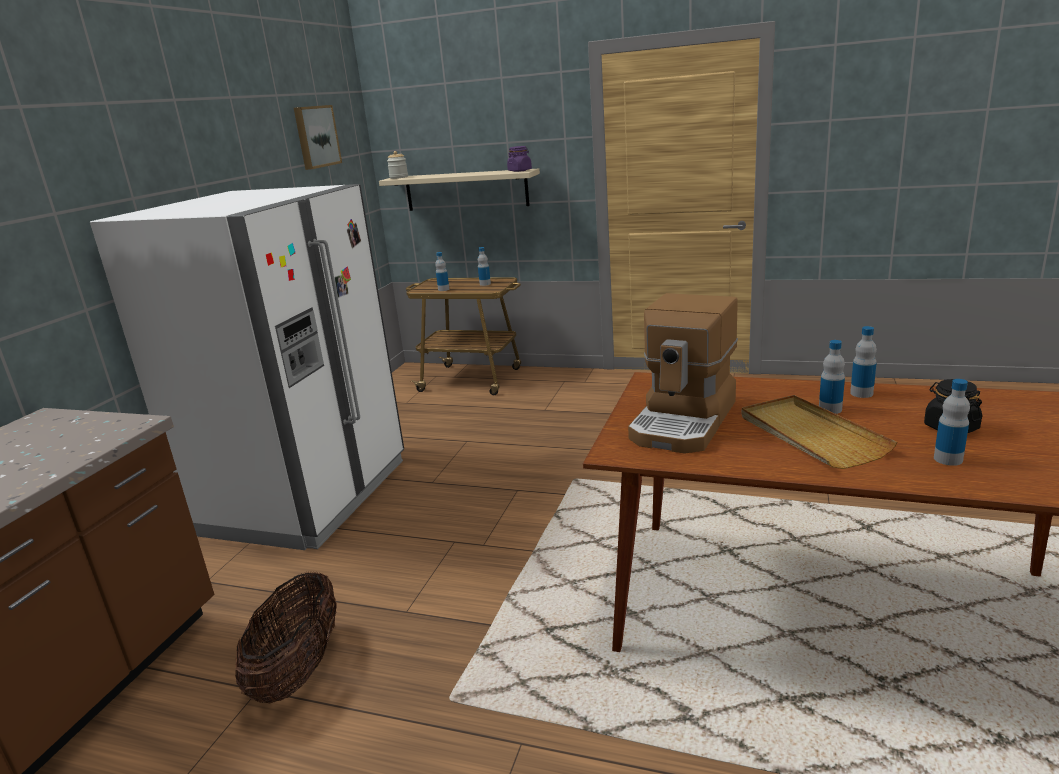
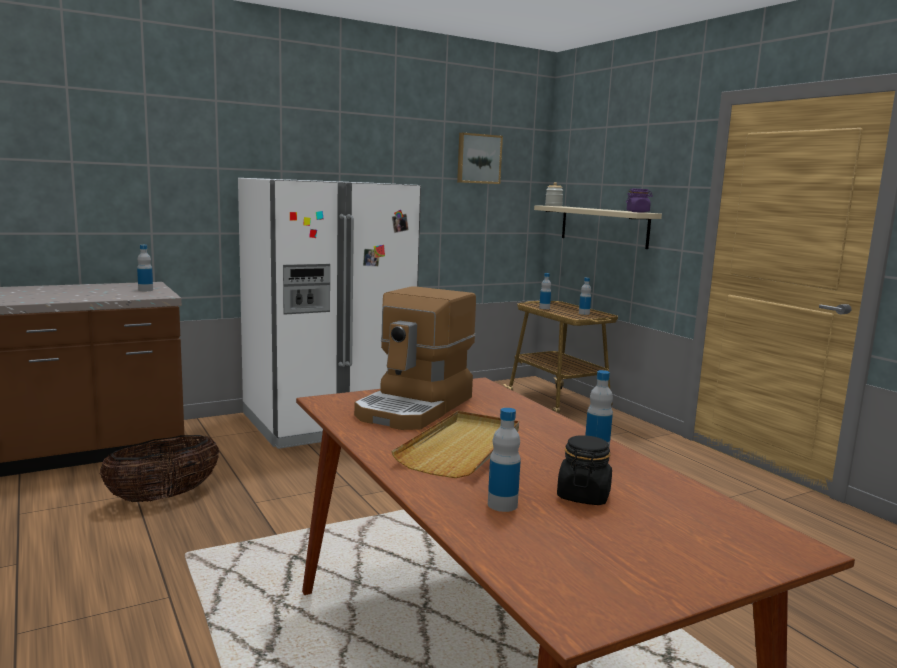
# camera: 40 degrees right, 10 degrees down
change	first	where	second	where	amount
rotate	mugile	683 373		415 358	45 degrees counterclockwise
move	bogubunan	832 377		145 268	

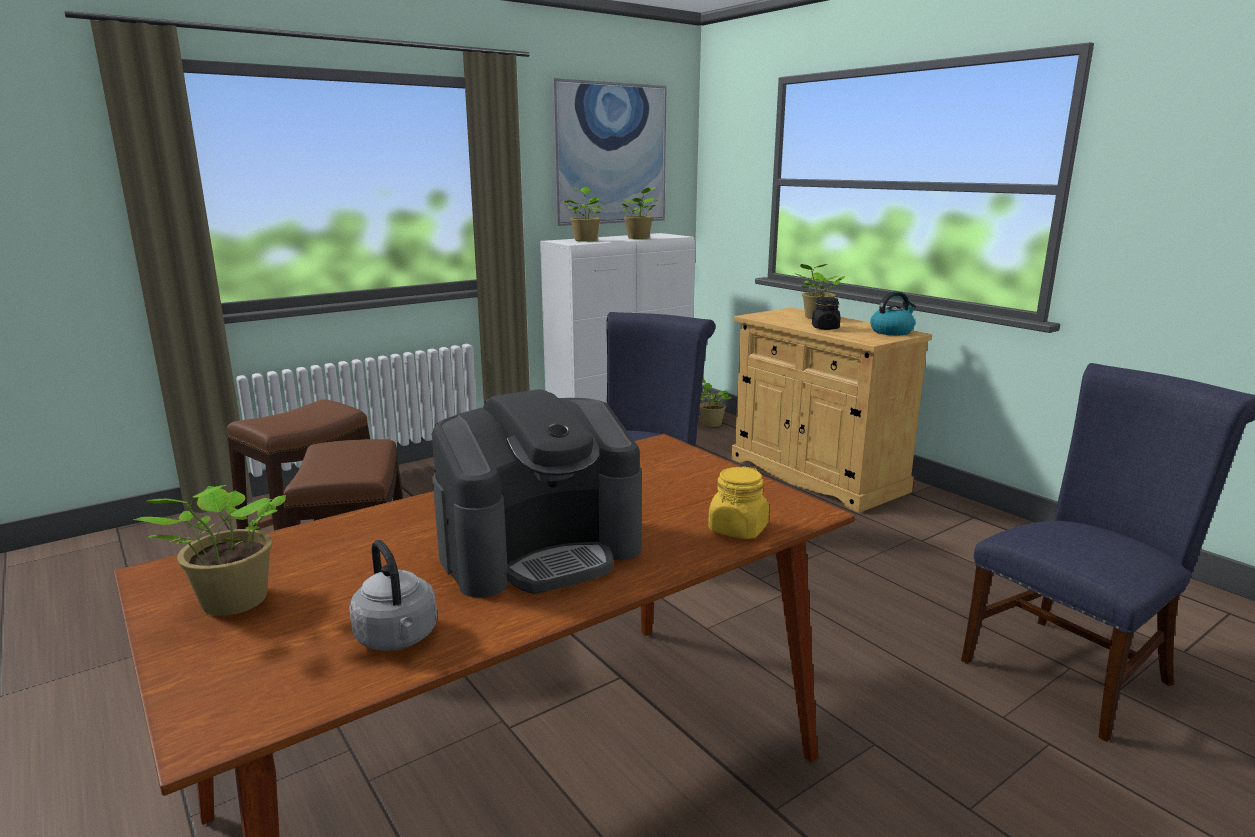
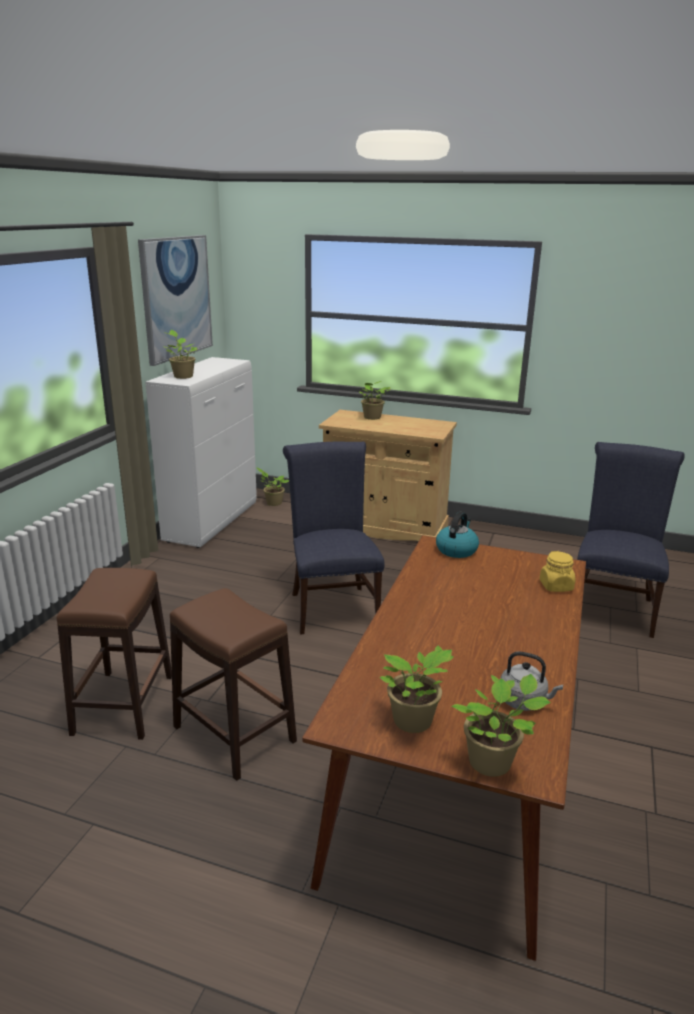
# camera: 35 degrees left, 5 degrees up
change	first	where	second	where	amount
move	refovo	640 213		501 725	
move	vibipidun	893 313		457 535	
delete	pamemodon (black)	826 313			
delete	mugile	537 493			

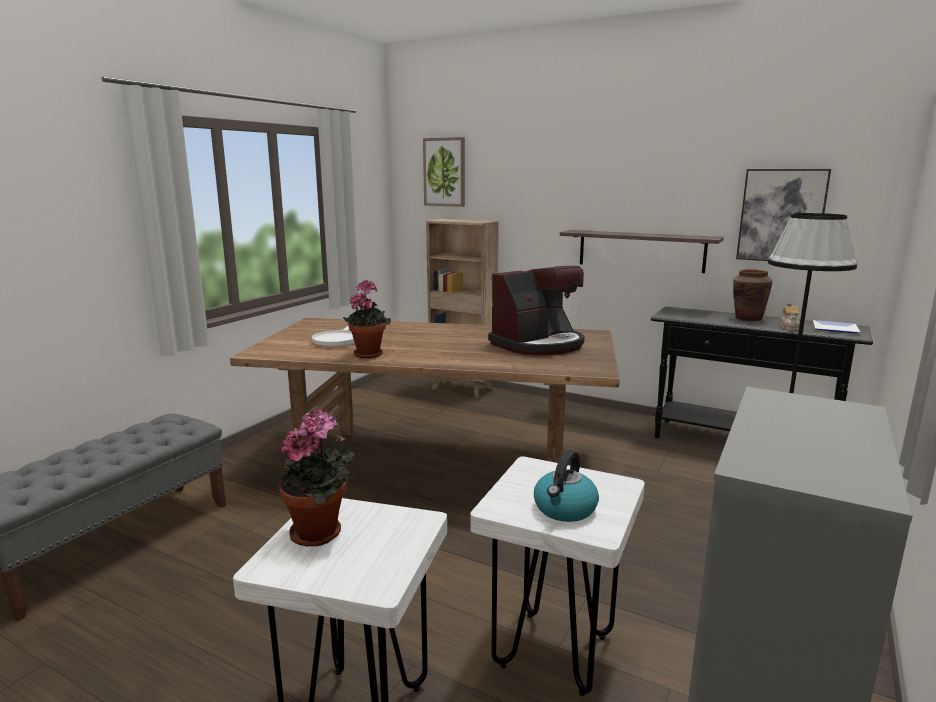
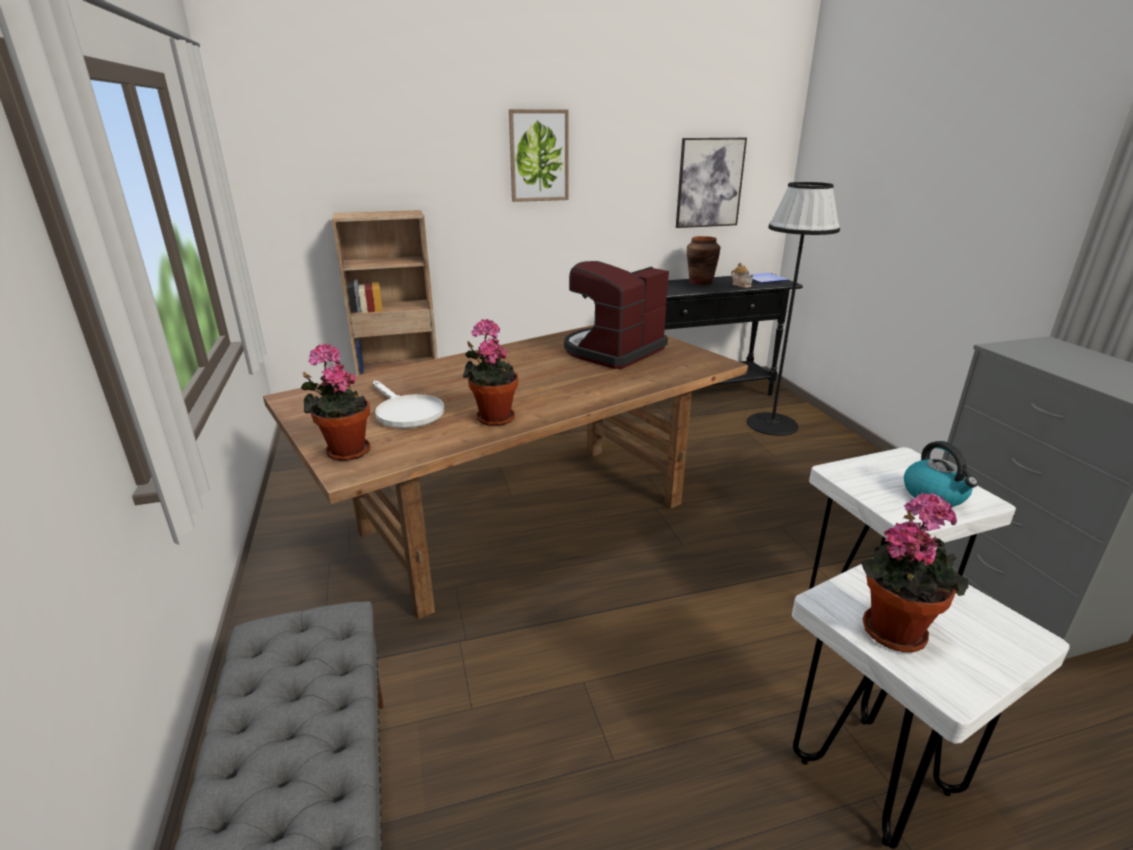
# camera: 45 degrees left, 10 degrees up
change	first	where	second	where	amount
move	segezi	444 172		539 155	
delete	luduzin	642 251			
rotate	mugile	536 311		616 315	150 degrees counterclockwise
insert			refovo	336 402	

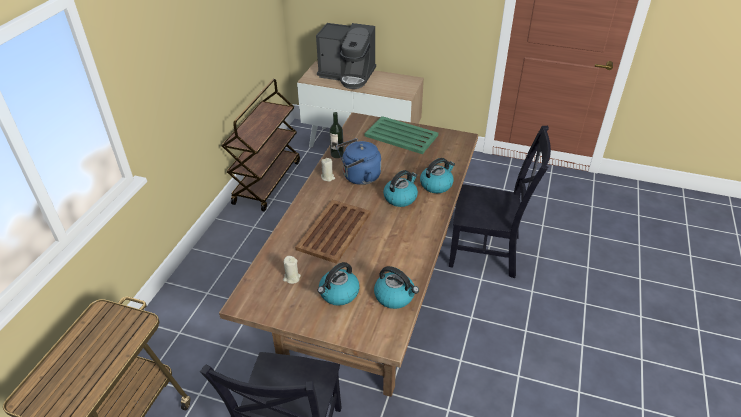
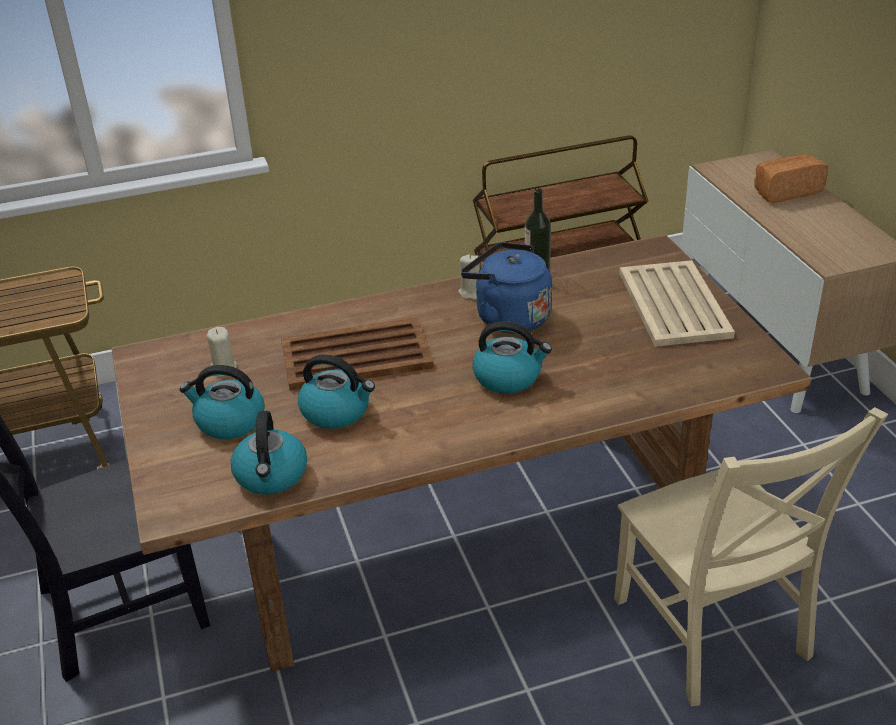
# camera: 55 degrees right, 5 degrees down
change	first	where	second	where	amount
replace	mugile	346 56	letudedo	791 178	
recolor	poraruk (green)	401 135	poraruk (beige)	677 303	
recolor	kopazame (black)	500 202	kopazame (beige)	751 556	
move	vibipidun	437 175		336 391	

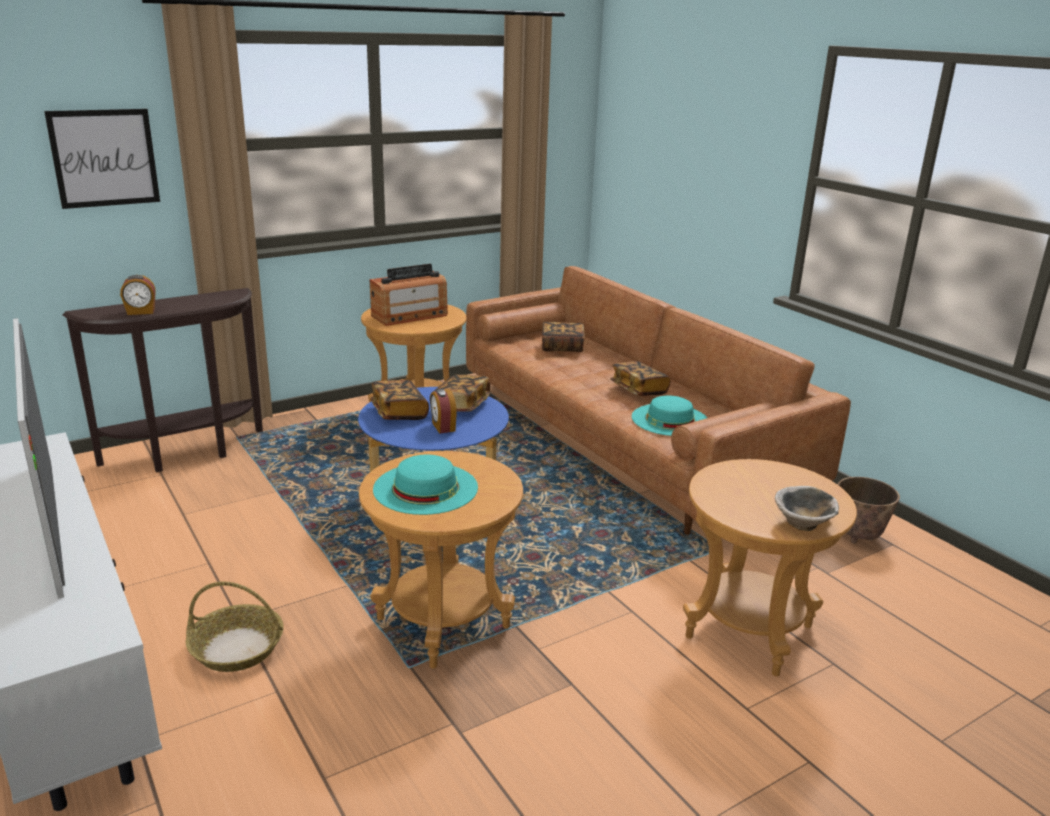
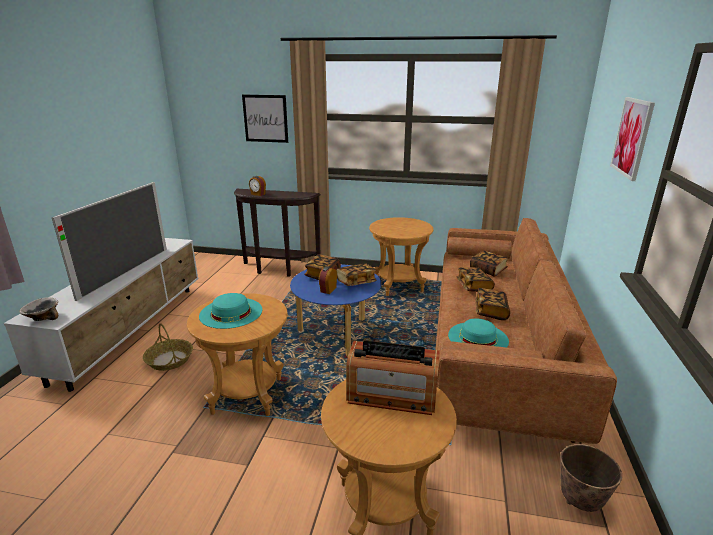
# camera: 45 degrees right, 0 degrees up
change	first	where	second	where	amount
move	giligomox	409 295		393 377	
move	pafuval	807 508		38 309	
insert			segezi	632 139	
insert			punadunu	476 279	

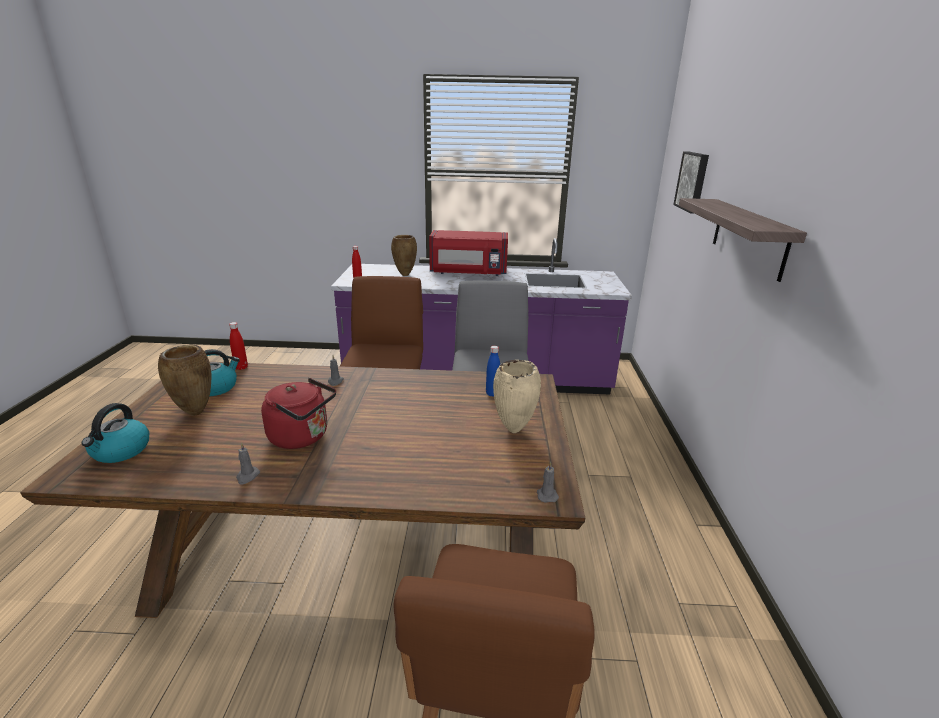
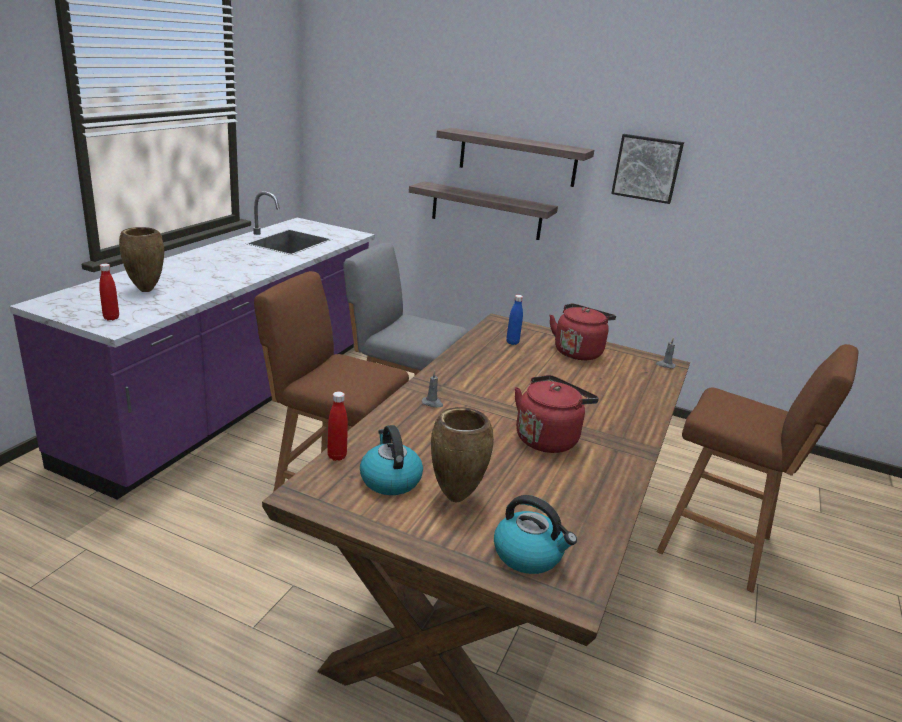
# camera: 70 degrees left, 0 degrees up
change	first	where	second	where	amount
move	segezi	691 182		647 169	
delete	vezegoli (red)	468 253			
replace	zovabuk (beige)	517 396	vibipidun (red)	582 331	
delete	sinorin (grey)	248 463			
insert			luduzin	483 210	

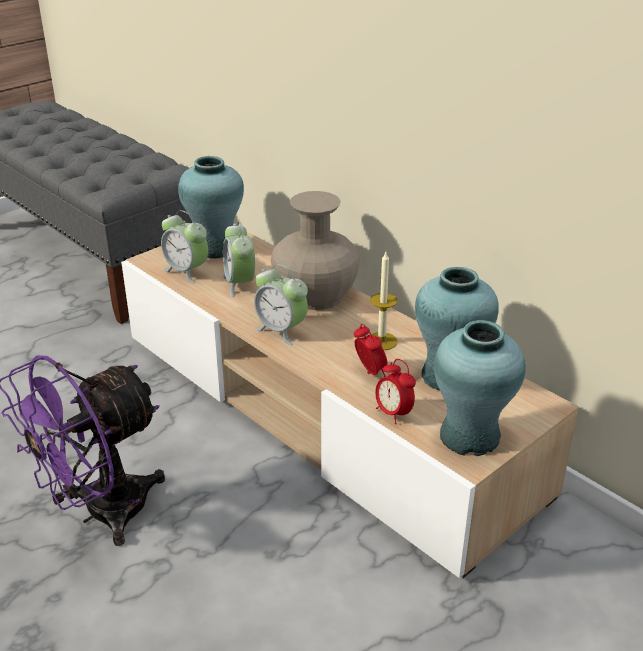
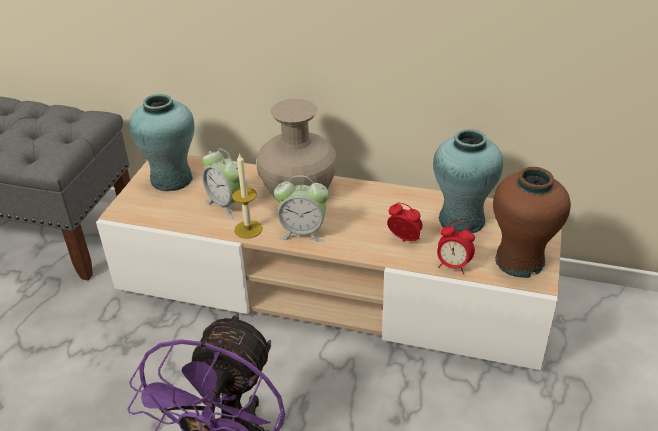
# camera: 30 degrees left, 5 degrees up
change	first	where	second	where	amount
delete	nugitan	184 246			
move	sinorin	384 301		247 195	
recolor	zovabuk (turquoise)	480 388	zovabuk (brown)	532 222	

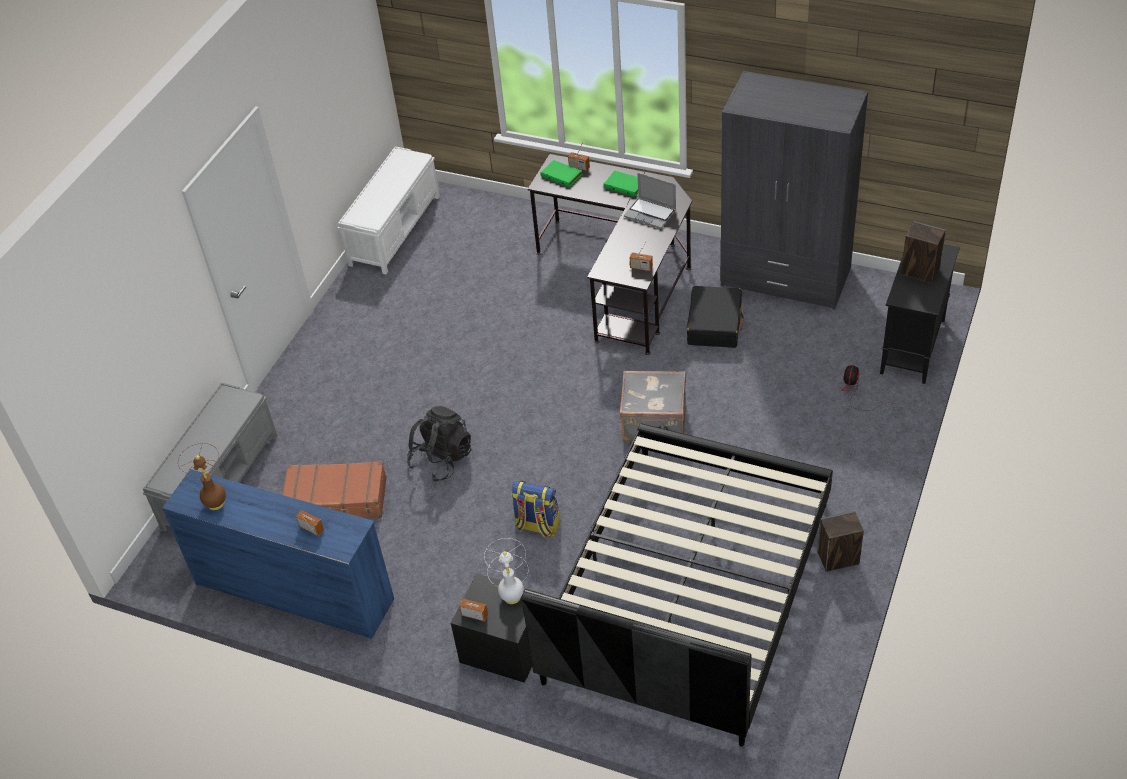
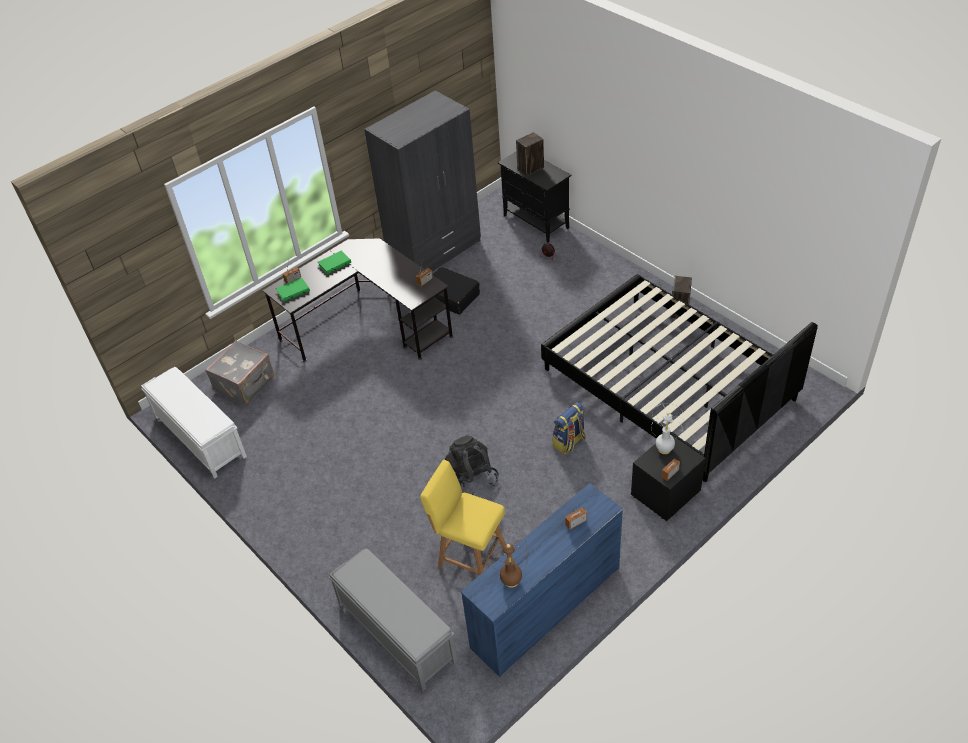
# camera: 65 degrees left, 0 degrees up
change	first	where	second	where	amount
delete	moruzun	650 201			
move	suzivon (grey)	653 406		239 372	
replace	suzivon (brown)	334 490	kopazame (yellow)	463 518	

